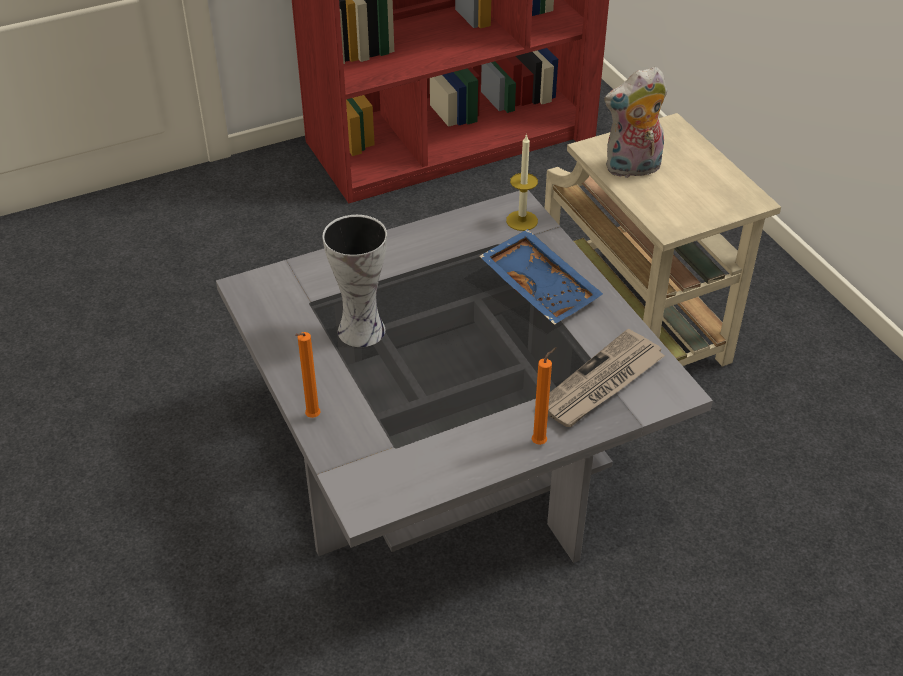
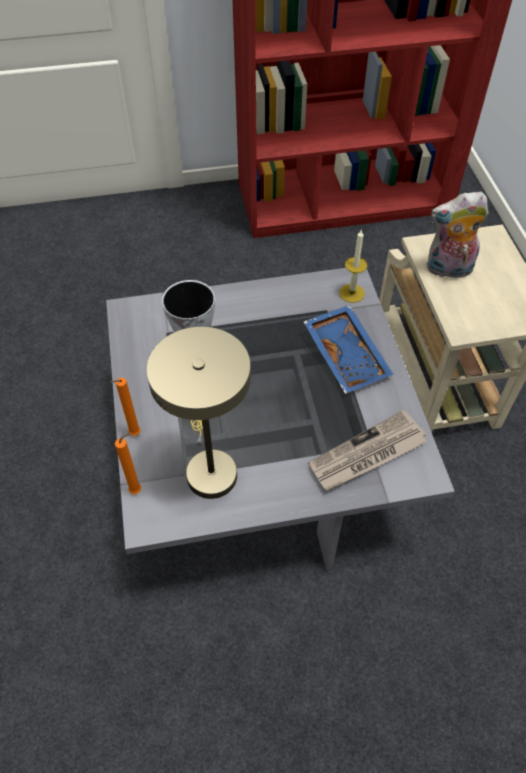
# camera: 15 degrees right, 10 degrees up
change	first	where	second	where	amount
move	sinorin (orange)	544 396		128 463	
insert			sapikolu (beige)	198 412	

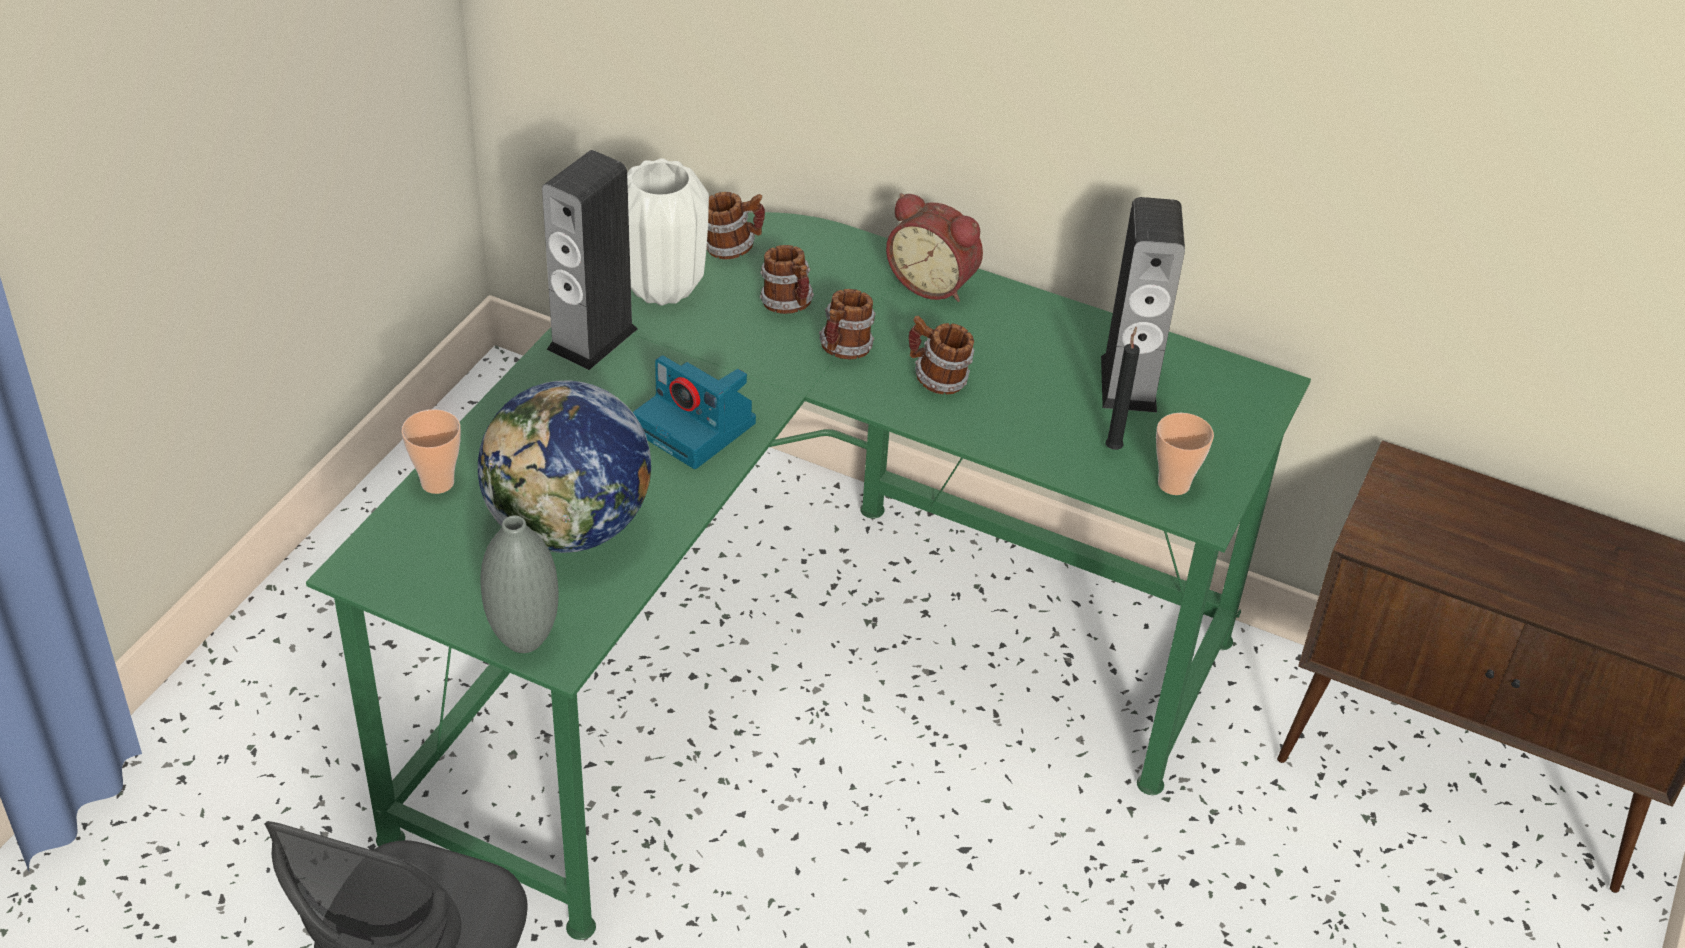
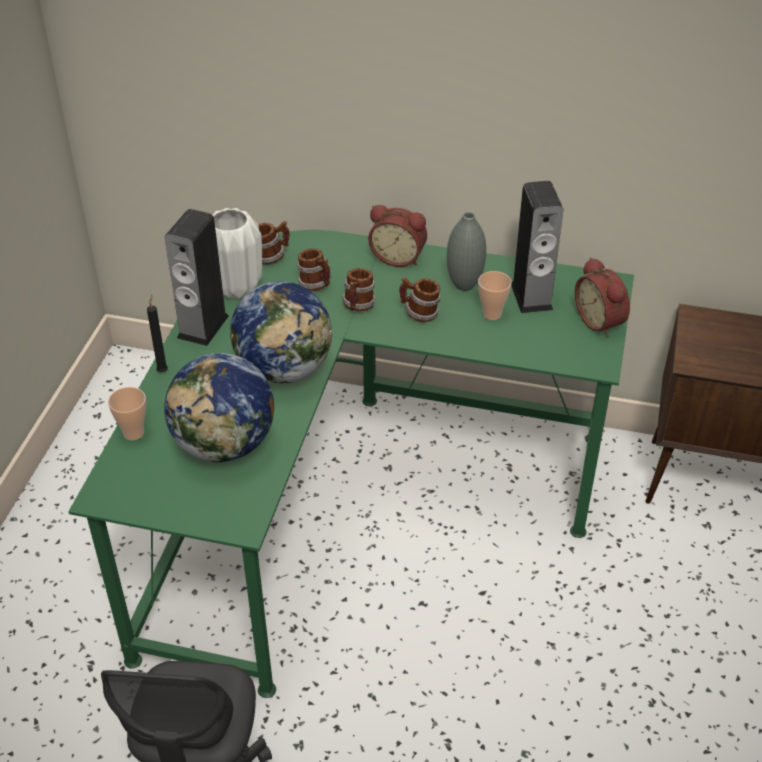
# camera: 10 degrees left, 0 degrees up
change	first	where	second	where	amount
move	sinorin (black)	1122 388		157 333	
replace	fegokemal	694 412	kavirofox	281 332	
move	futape	1185 454		495 295	
move	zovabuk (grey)	519 584		466 251	
insert			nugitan	602 297	

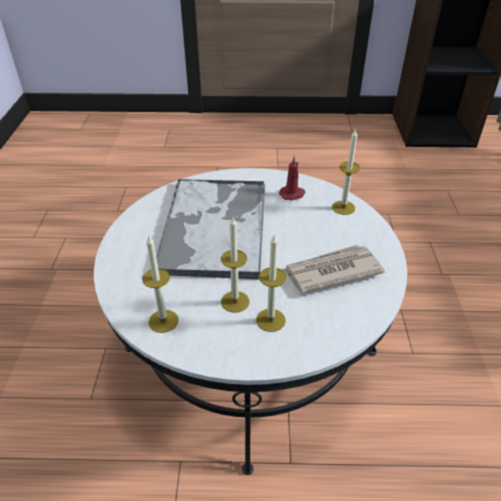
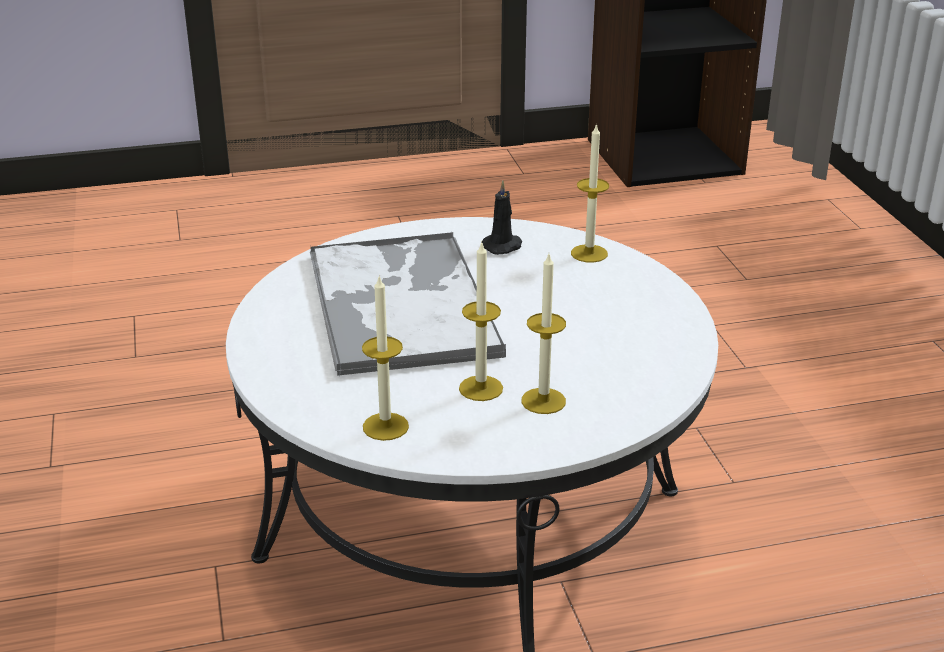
# camera: 15 degrees left, 10 degrees down
change	first	where	second	where	amount
recolor	sinorin (red)	292 177	sinorin (black)	502 217	
delete	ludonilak	333 269			

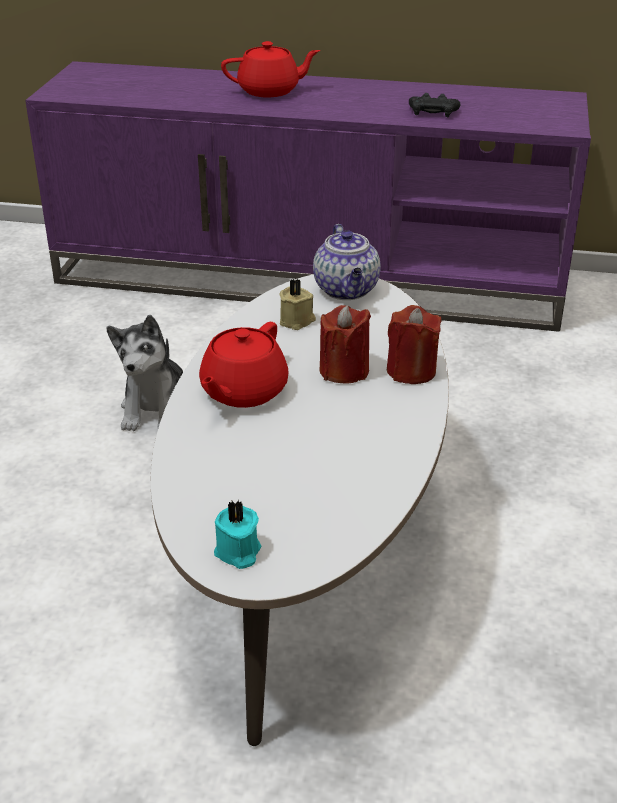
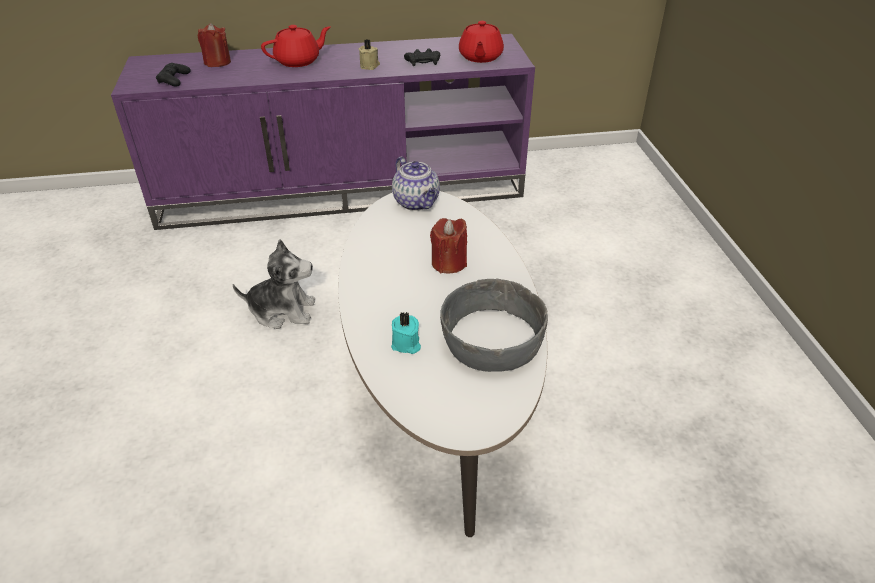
# camera: 20 degrees left, 5 degrees up
change	first	where	second	where	amount
move	sinorin (beige)	298 304		369 54	
move	sinorin (red)	414 344		214 45	
rotate	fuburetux	144 373		274 284	75 degrees counterclockwise
move	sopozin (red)	244 365		481 42	
move	sinorin (turquoise)	237 534		406 333	
insert			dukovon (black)	173 75	
insert			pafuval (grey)	494 325	

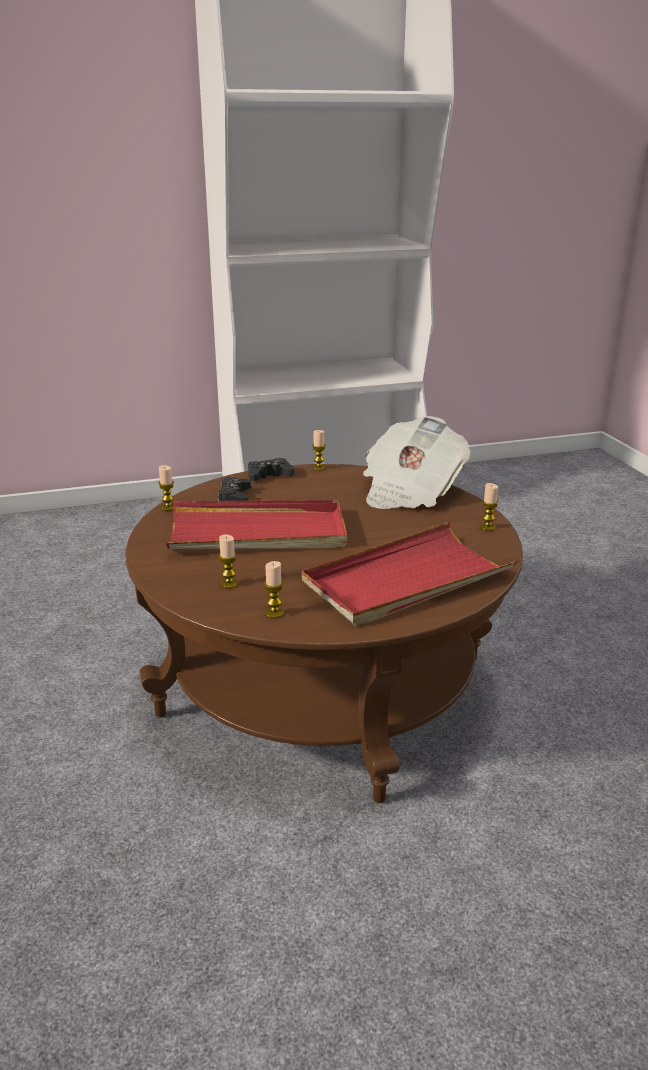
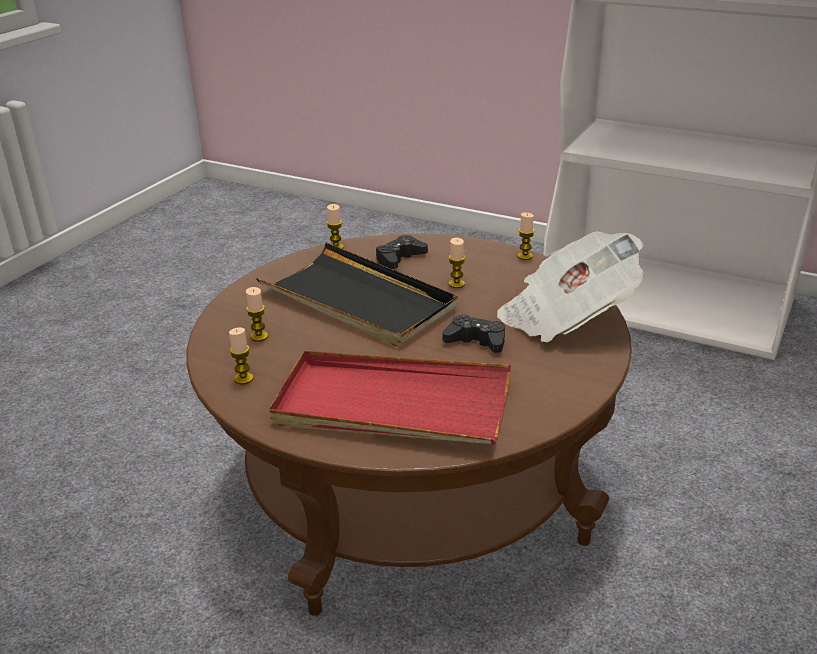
# camera: 45 degrees right, 5 degrees up
change	first	where	second	where	amount
move	dukovon (black)	271 469		473 333	
move	sinorin	489 507		457 263	
recolor	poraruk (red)	256 524	poraruk (black)	357 294	

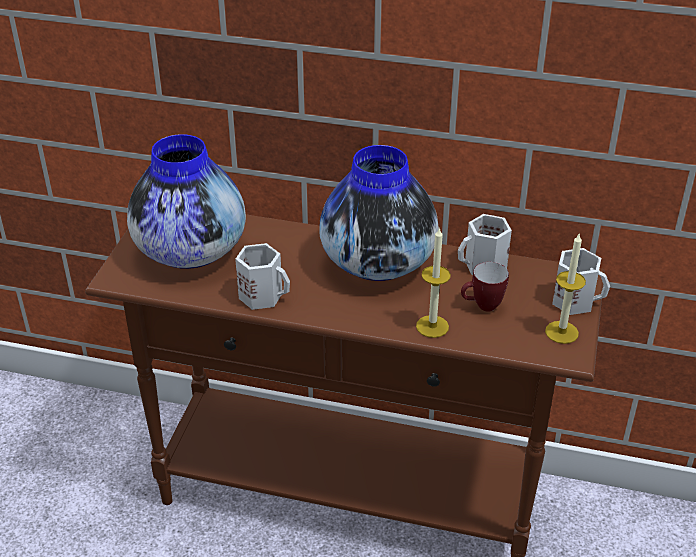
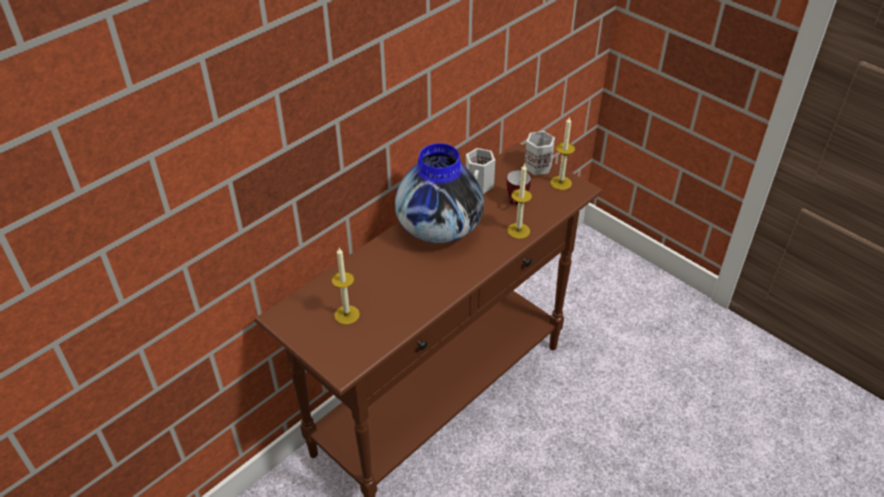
# camera: 60 degrees left, 5 degrees up
change	first	where	second	where	amount
replace	zovabuk	186 201	sinorin	346 286	
delete	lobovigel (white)	262 276			

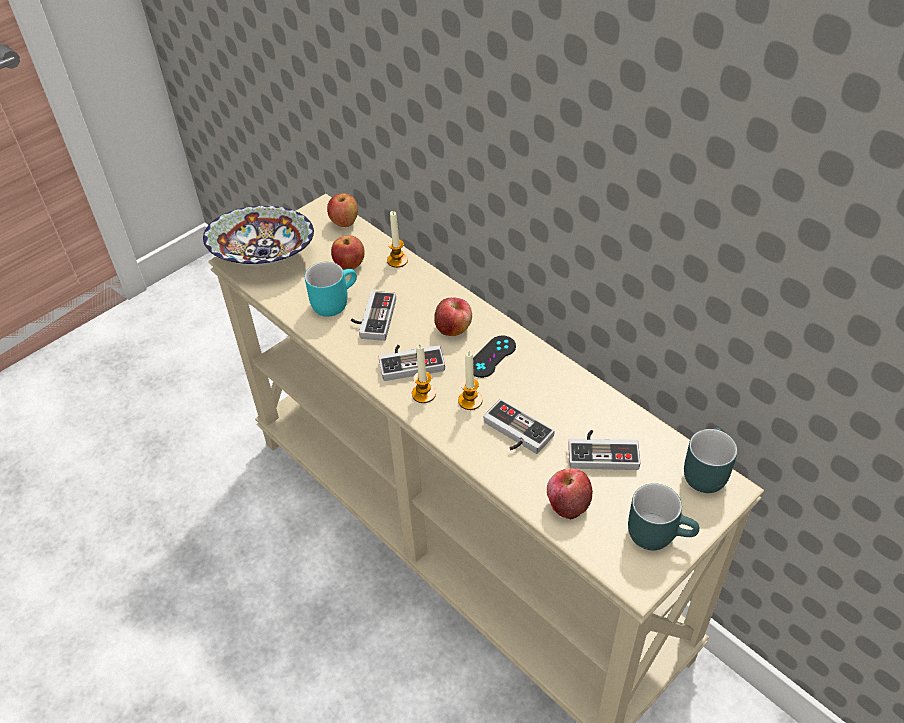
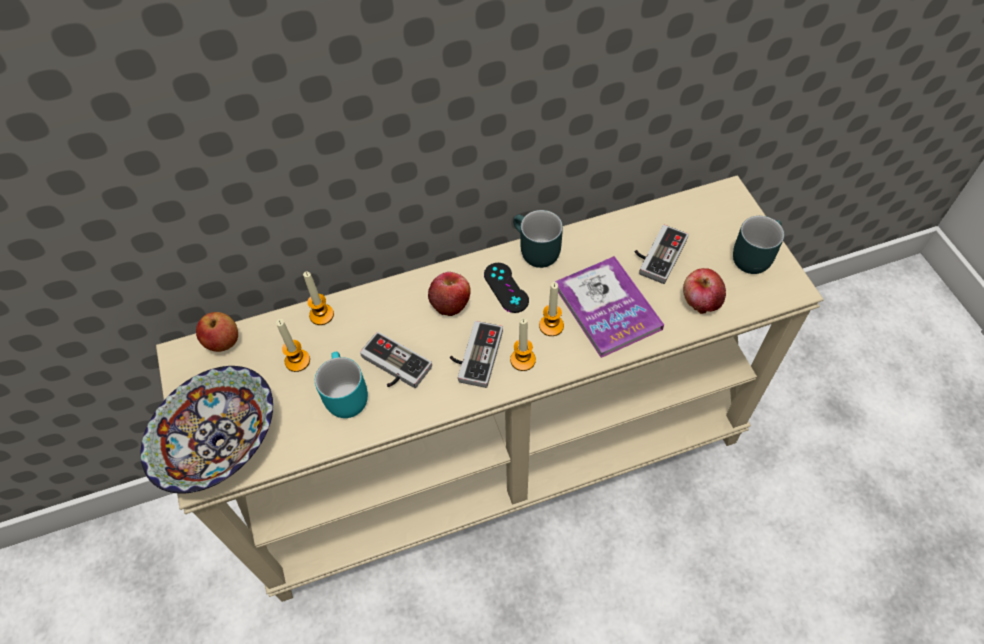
# camera: 65 degrees left, 10 degrees up
change	first	where	second	where	amount
replace	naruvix	348 252	sinorin	293 345	
replace	dukovon	519 426	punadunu	609 307	
move	lobovigel (turquoise)	711 460		538 239	

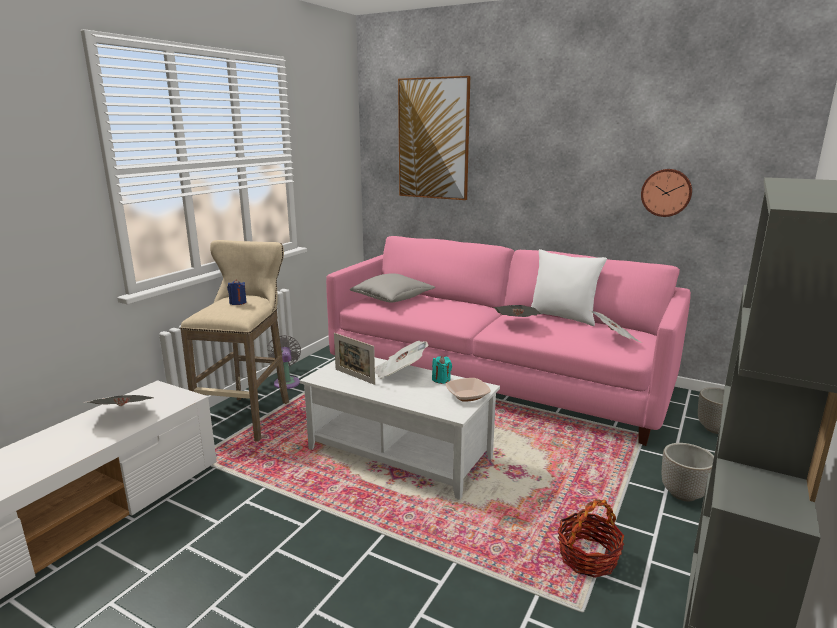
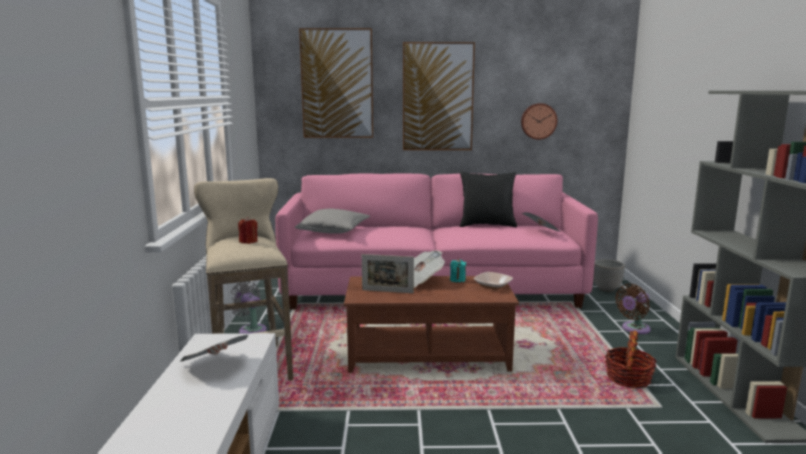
# camera: 30 degrees left, 5 degrees down
change	first	where	second	where	amount
recolor	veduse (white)	569 287	veduse (black)	488 199	
recolor	sinorin (blue)	237 292	sinorin (red)	248 230	
delete	ludonilak	517 311			
recolor	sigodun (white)	400 429	sigodun (brown)	431 324	
replace	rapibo	688 472	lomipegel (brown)	633 309	
insert			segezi	439 96	

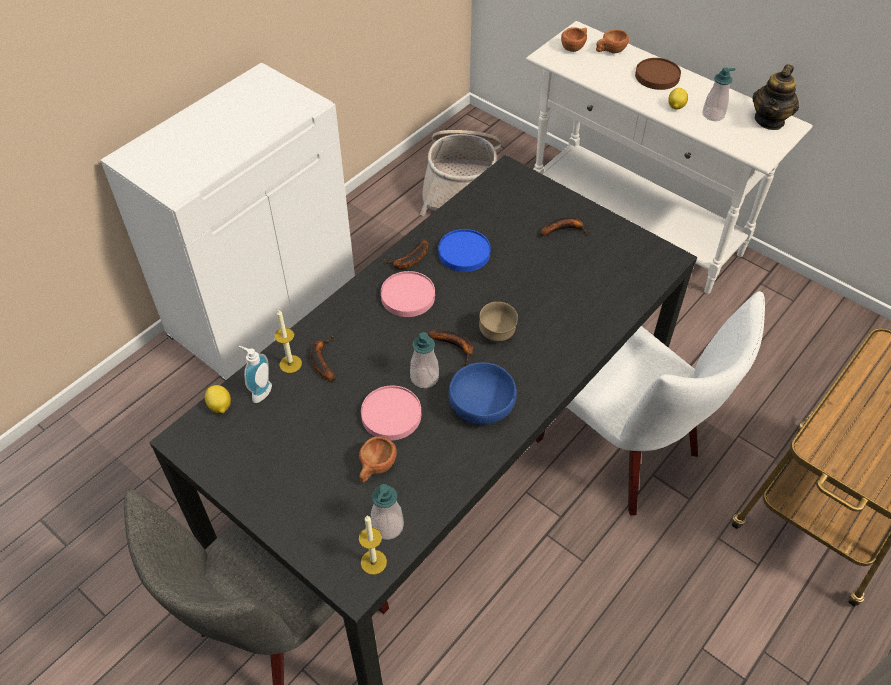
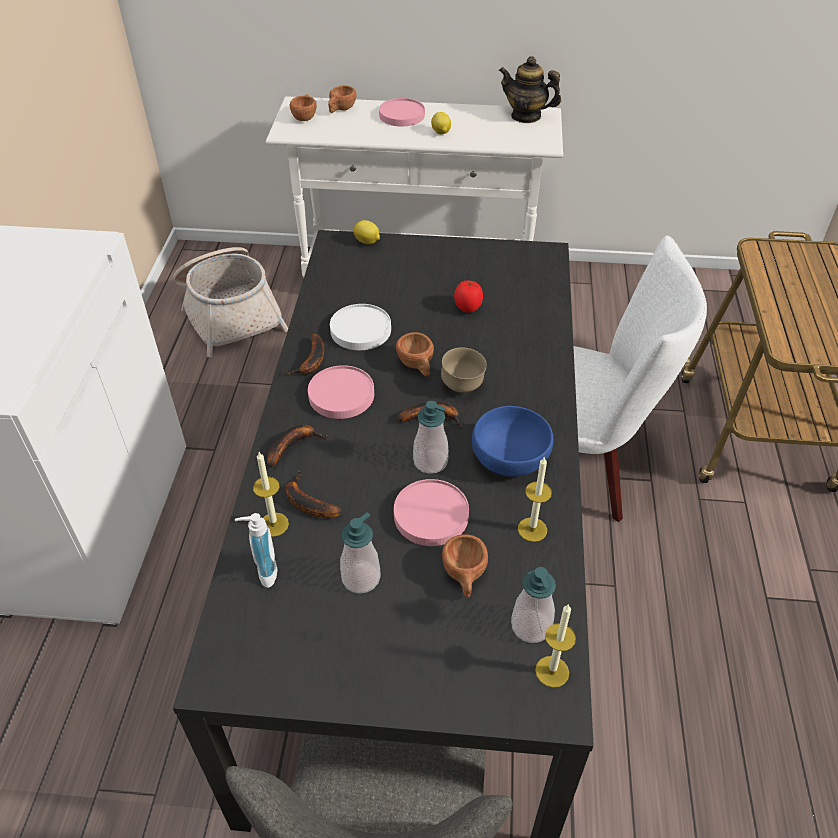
# camera: 35 degrees left, 5 degrees down
change	first	where	second	where	amount
recolor	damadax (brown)	658 74	damadax (pink)	402 112	
rotate	sopozin	776 97		530 89	120 degrees clockwise
move	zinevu	719 94		360 553	
move	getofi	564 226		297 446	
recolor	damadax (blue)	464 250	damadax (white)	360 327	
move	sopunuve	218 399		367 232	
insert			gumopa	468 297	
insert			futape (brown)	415 354	
insert			sinorin	535 499	

